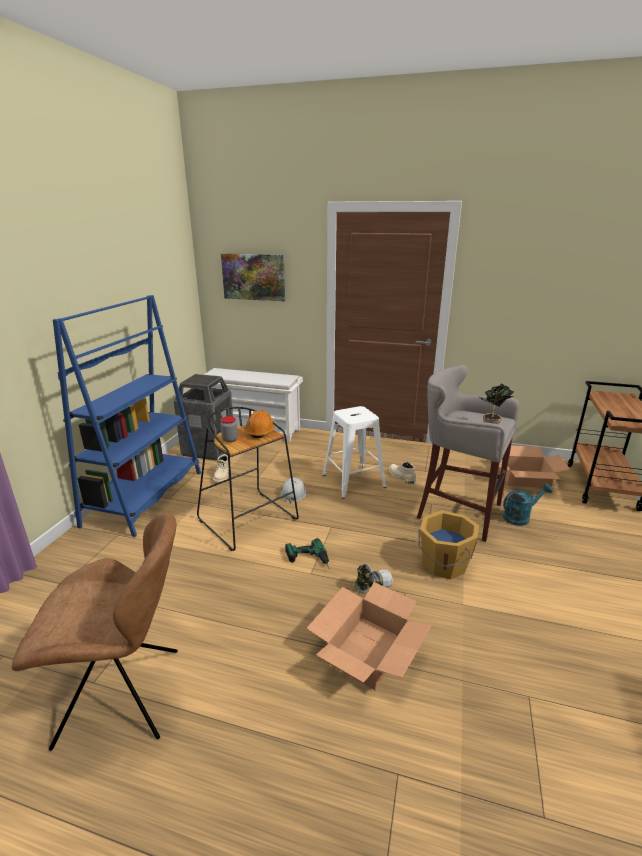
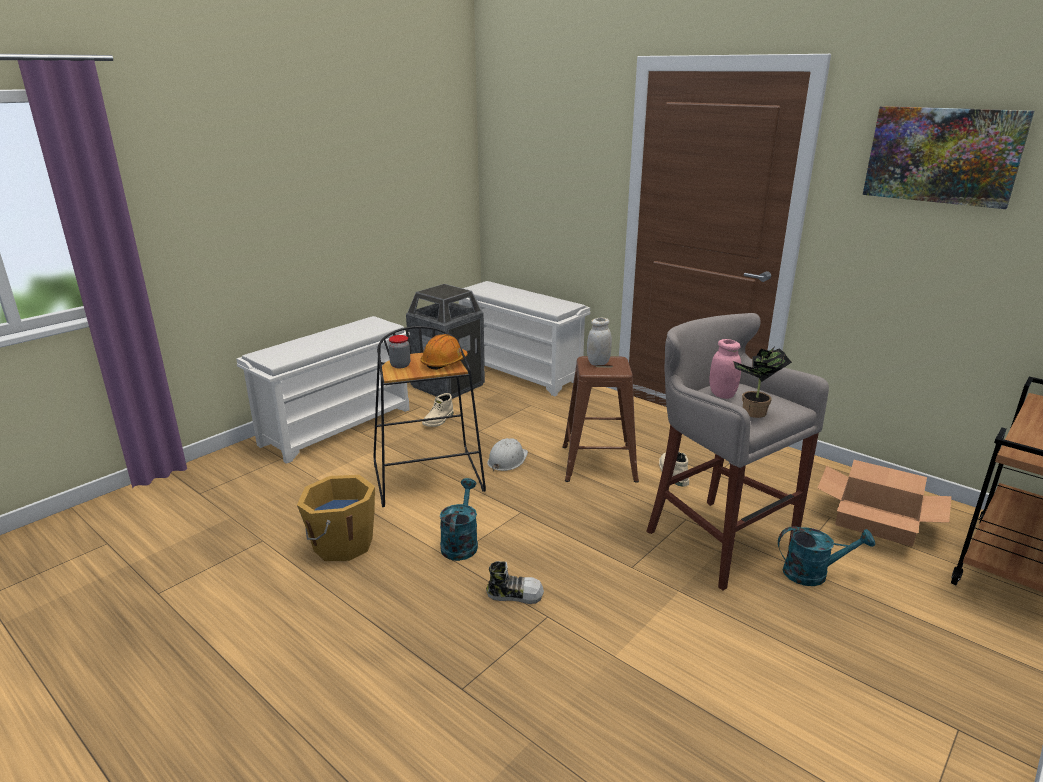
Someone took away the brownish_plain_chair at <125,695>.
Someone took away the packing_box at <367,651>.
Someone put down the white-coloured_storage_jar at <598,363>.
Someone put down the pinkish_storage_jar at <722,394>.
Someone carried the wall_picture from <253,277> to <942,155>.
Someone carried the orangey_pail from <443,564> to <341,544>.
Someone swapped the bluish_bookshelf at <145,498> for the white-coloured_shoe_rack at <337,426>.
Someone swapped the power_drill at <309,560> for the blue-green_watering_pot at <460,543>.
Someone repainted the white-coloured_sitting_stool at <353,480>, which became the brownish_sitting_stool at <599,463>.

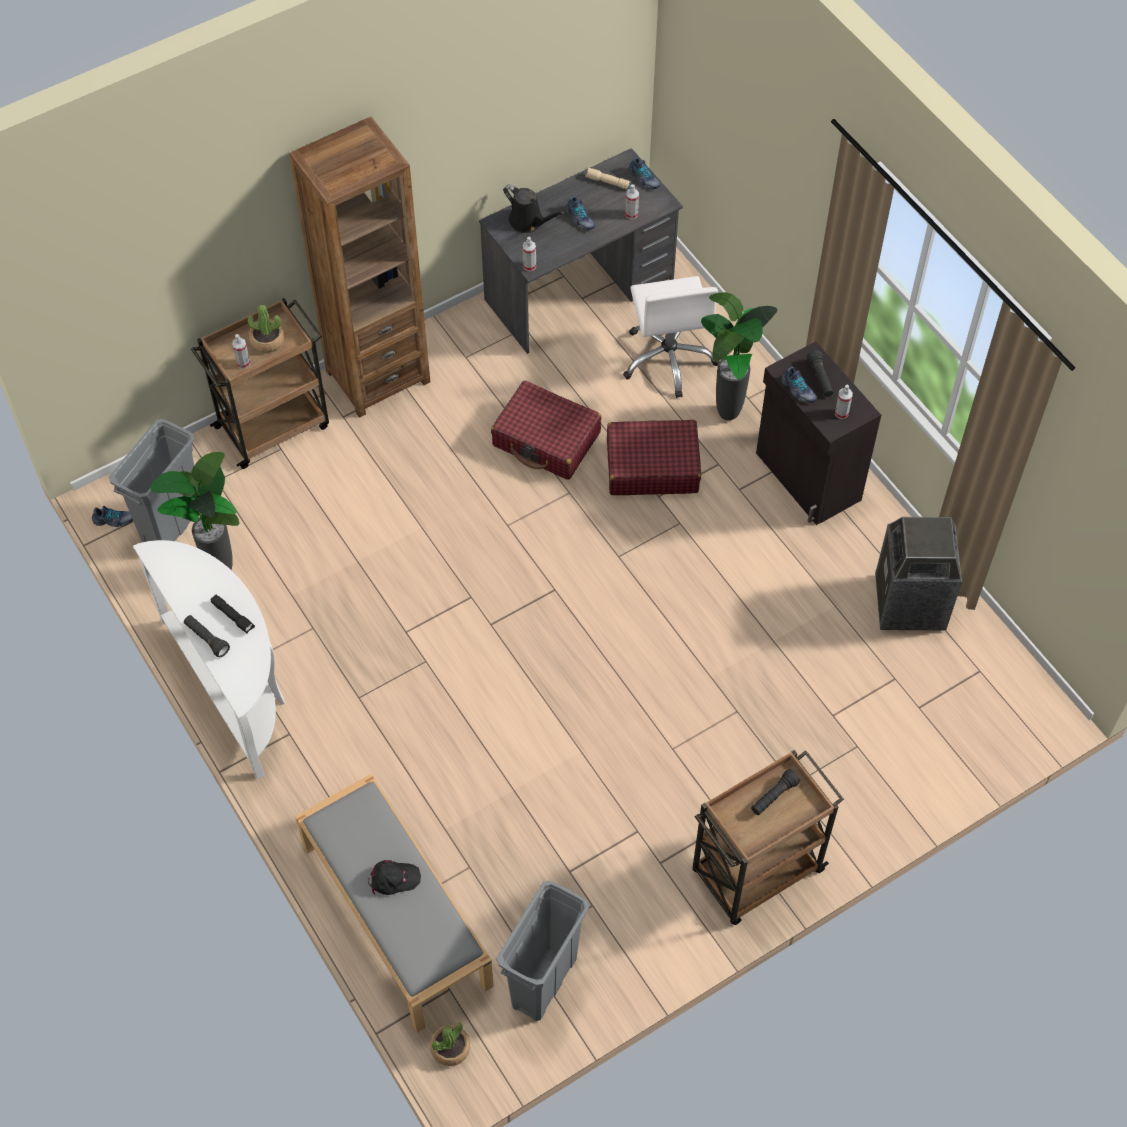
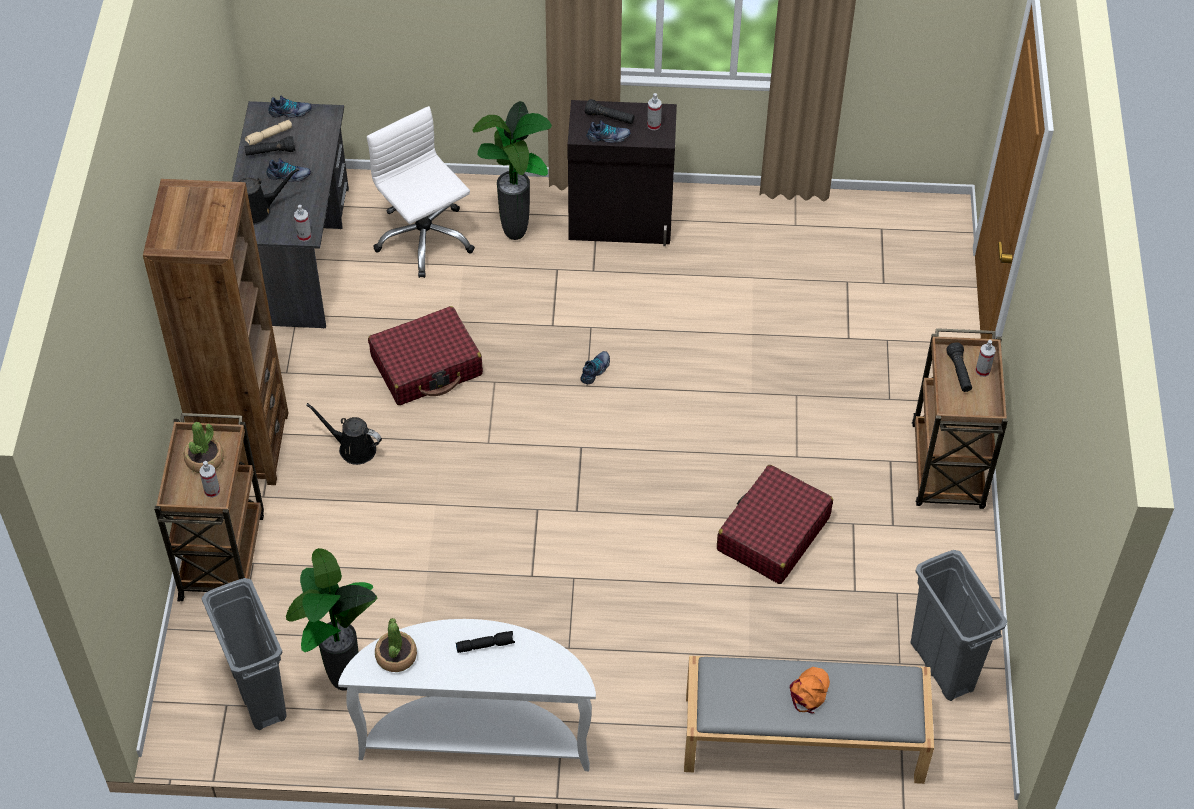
Someone took away the trash_can at <910,603>.
Someone put down the black-coloured_watering_pot at <353,448>.
Someone carried the item_of_footwear from <114,520> to <595,370>.
Someone carried the black-coloured_hand_torch from <206,639> to <270,152>.
Someone carried the plant_in_a_pot from <450,1048> to <396,656>.
Someone carried the red-coloured_suitcase from <652,466> to <772,534>.
Someone carried the spray_bottle from <631,214> to <982,371>.
Someone repainted the black-coloured_peaked_cap at <393,879>, which became the orangey_peaked_cap at <809,691>.
Someone rotated the white-coloured_computer_chair at <669,359> by 150 degrees counterclockwise.

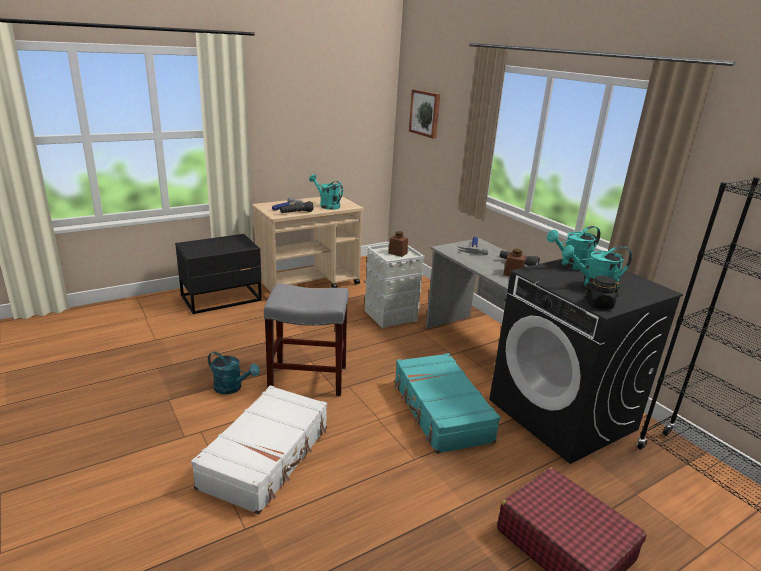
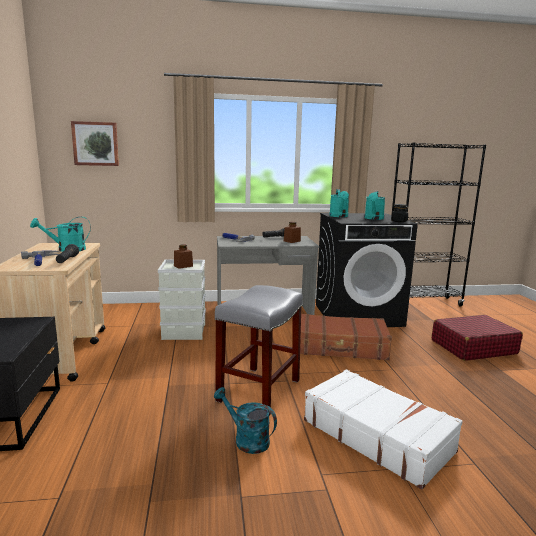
Someone repainted the blue-green_suitcase at <440,411>, which became the brownish_suitcase at <339,347>.
Someone rotated the blue-green_watering_pot at <232,388> by 105 degrees counterclockwise.

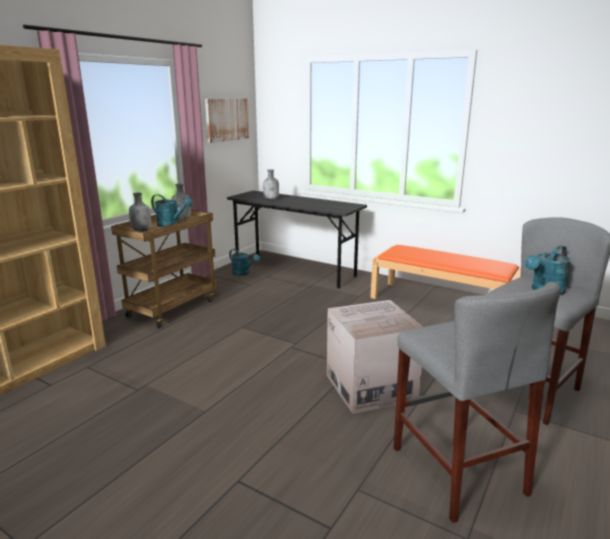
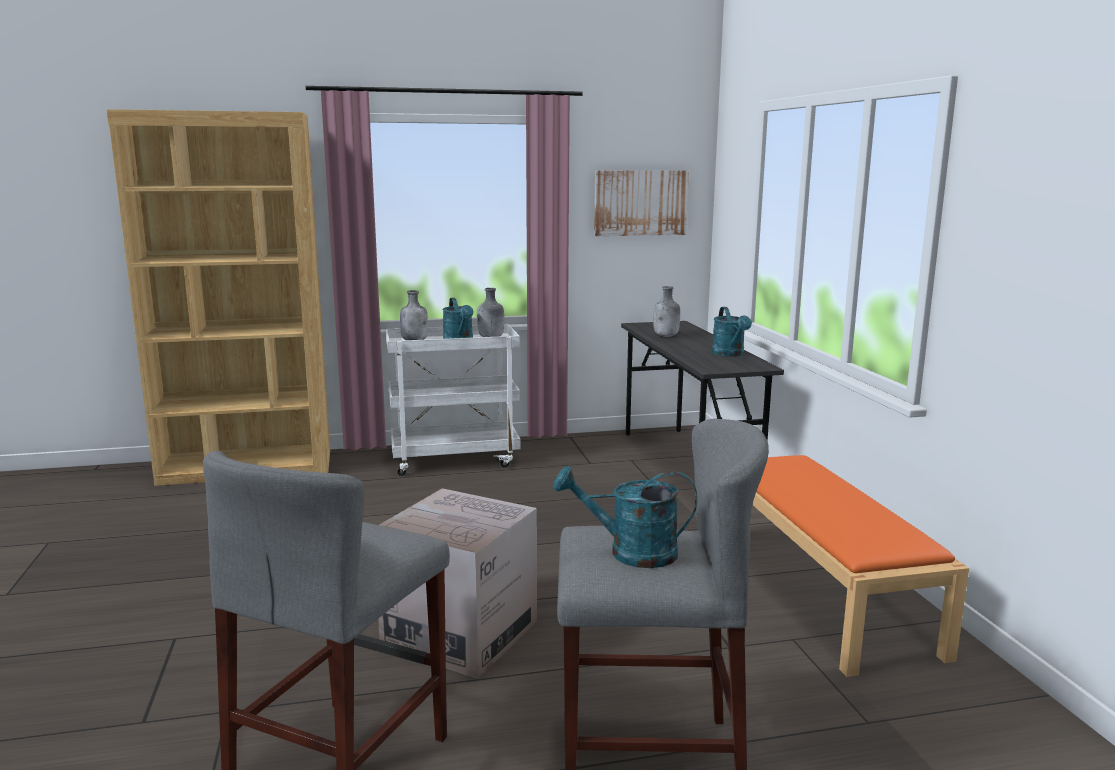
Someone carried the blue-green_watering_pot from <243,273> to <730,354>.
Someone repainted the brownish_wheeled_cart at <173,307>, which became the white-coloured_wheeled_cart at <455,459>.

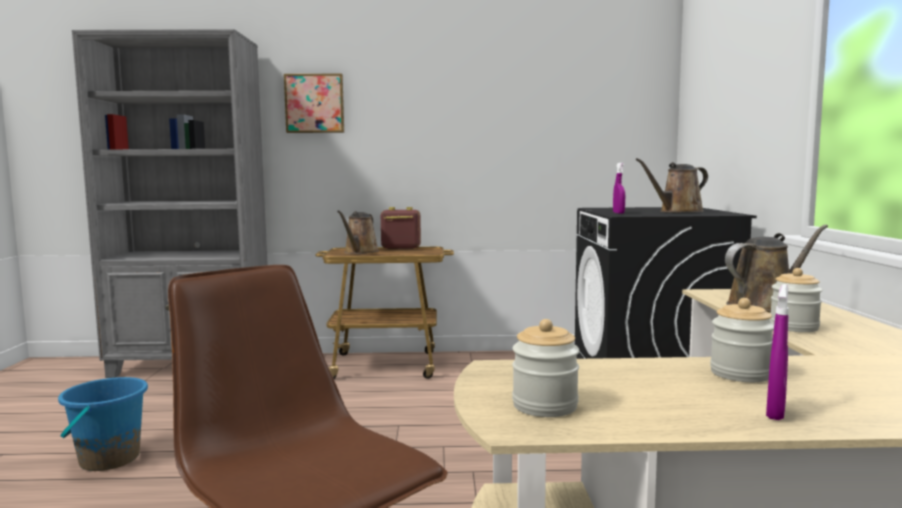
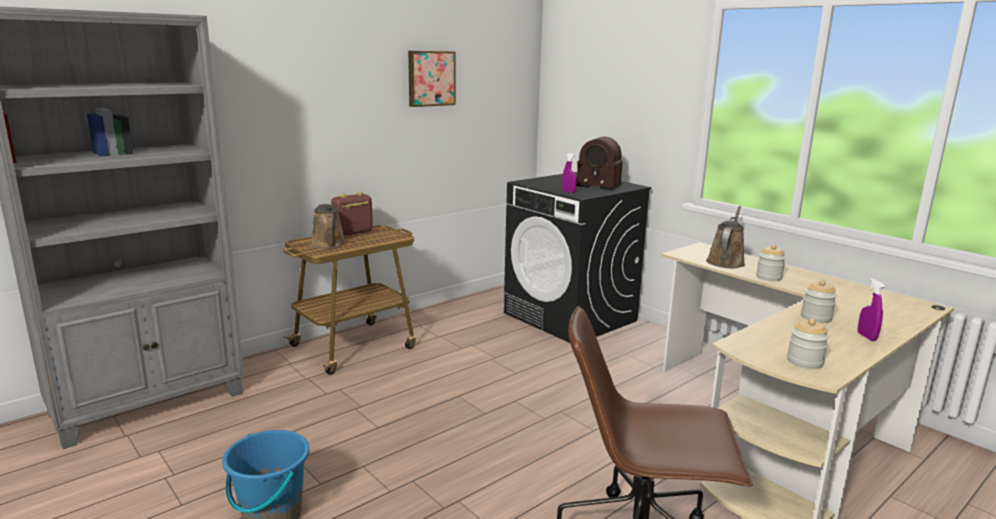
Someone carried the wall_picture from <315,103> to <430,78>.
Someone swapped the brownish_watering_pot at <677,211> for the radio_set at <594,184>.

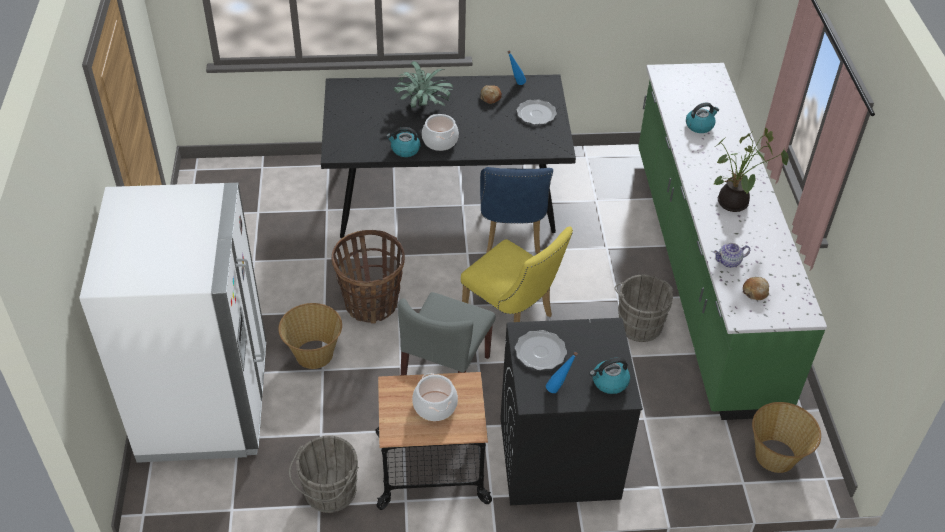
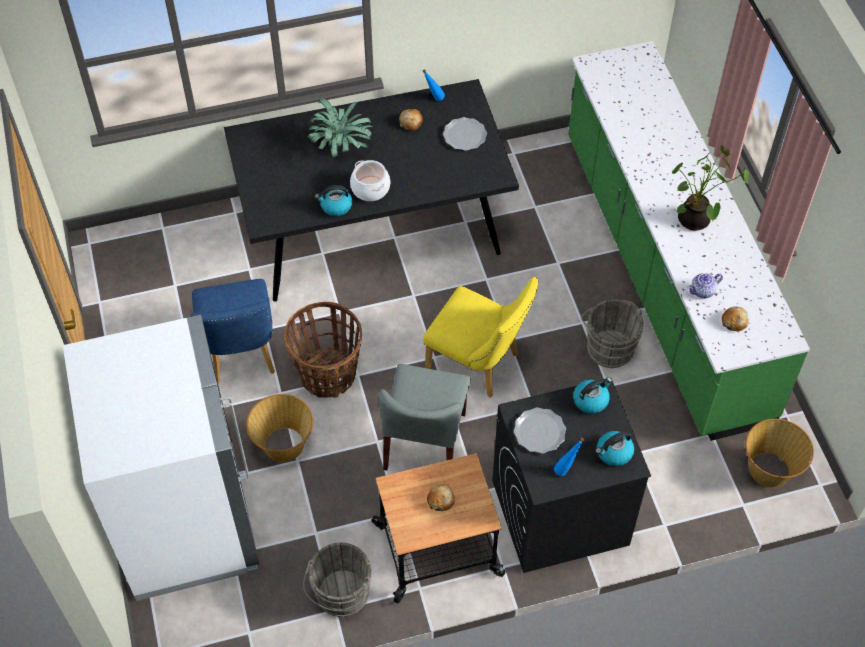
Someone carried the bluish_plain_chair from <511,237> to <240,355>.
Someone carried the tea_kettle from <699,125> to <591,400>.
Someone swapped the cooking_pot at <435,406> for the bread at <441,500>.

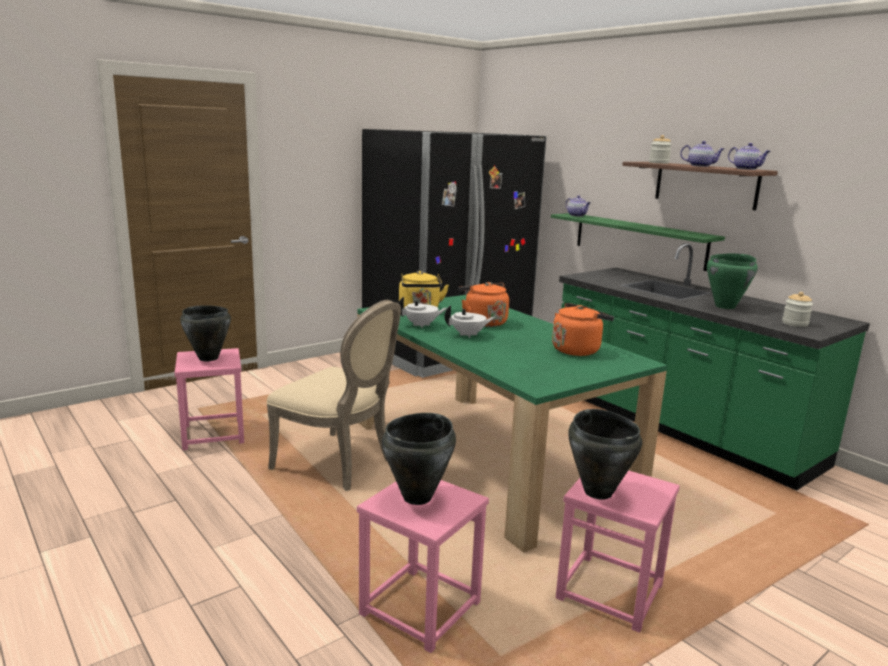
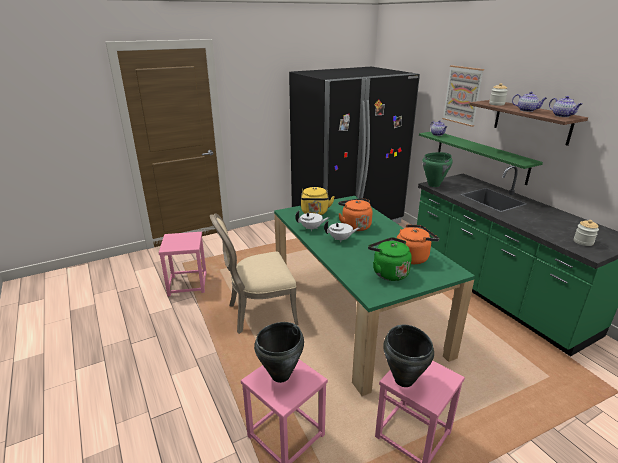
Someone took away the black-coloured_cooking_pot at <208,358>.
Someone put down the green-coloured_tea_kettle at <388,273>.
Someone put up the wall_picture at <462,95>.
Someone carried the green-coloured_cooking_pot from <725,306> to <434,185>.
Someone rotated the beige-coloured_plain_chair at <339,464> by 120 degrees clockwise.

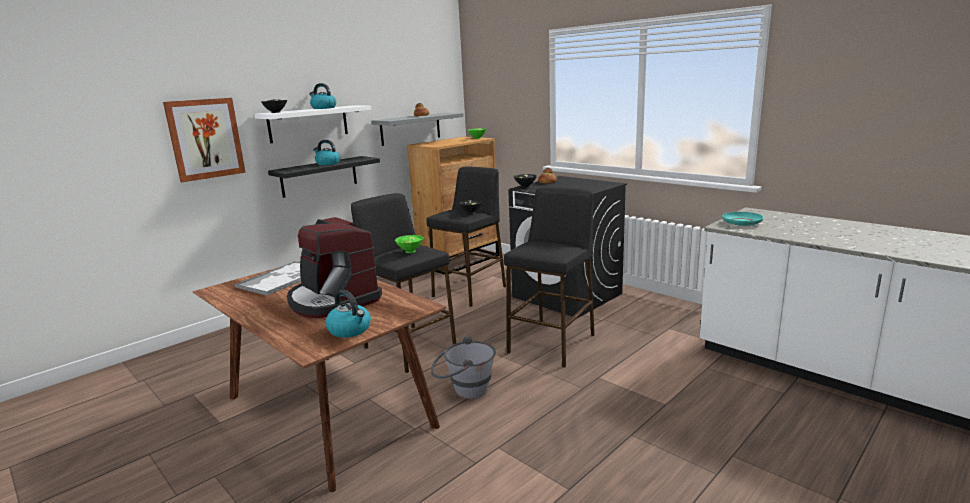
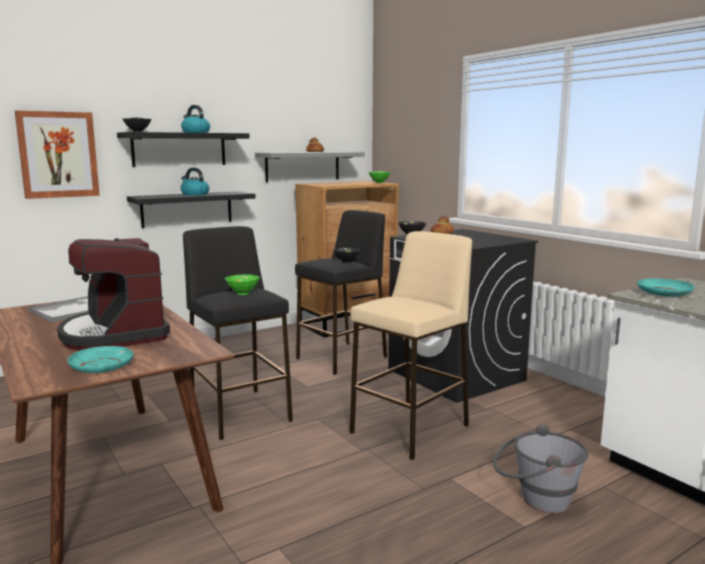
Someone carried the gray_pail from <464,390> to <535,499>.
Someone swapped the tea_kettle at <350,330> for the blue-green_dinner_plate at <102,367>.
Someone repainted the white-coloured_shelf at <308,124>, which became the black-coloured_shelf at <179,149>.
Someone repainted the black-coloured_sitting_stool at <552,343>, which became the beige-coloured_sitting_stool at <410,429>.

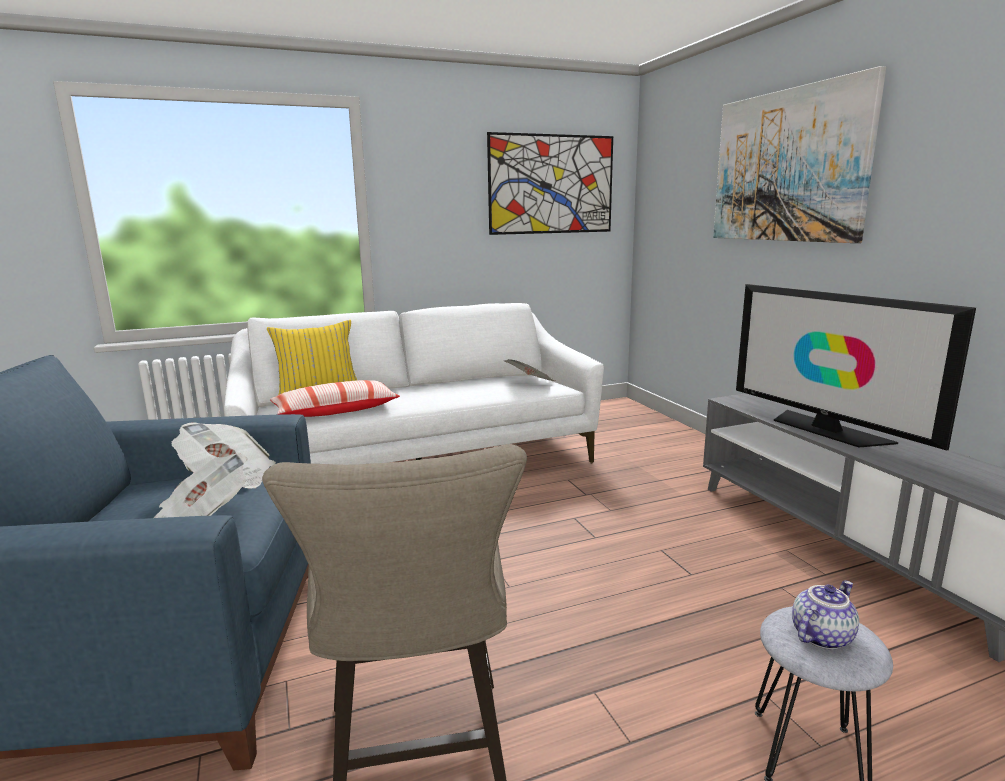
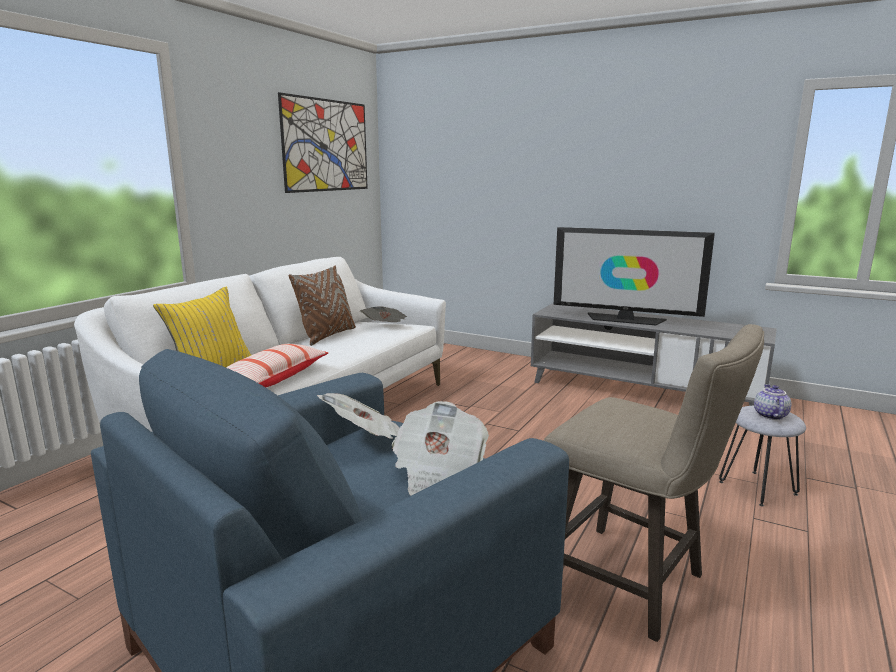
Someone took away the wall_picture at <787,166>.
Someone put down the brownish_cushion at <327,336>.

